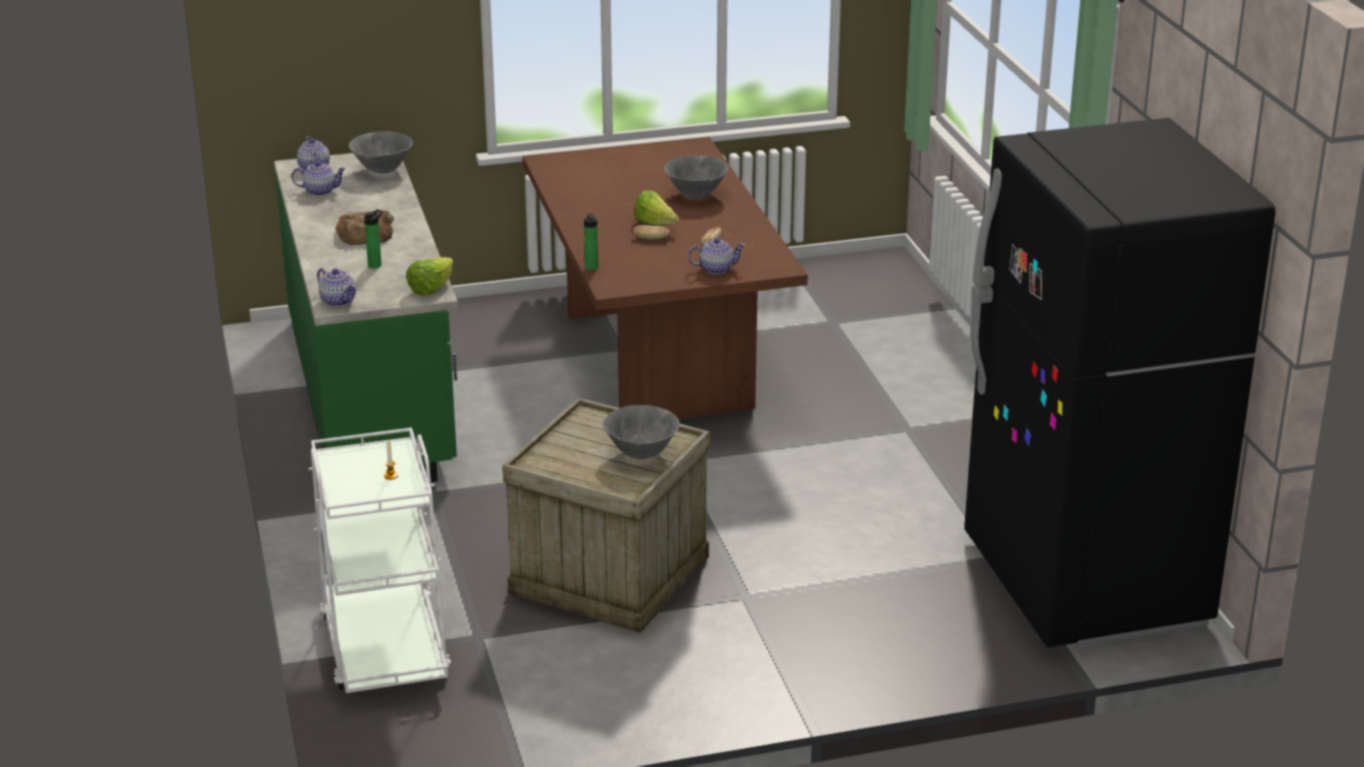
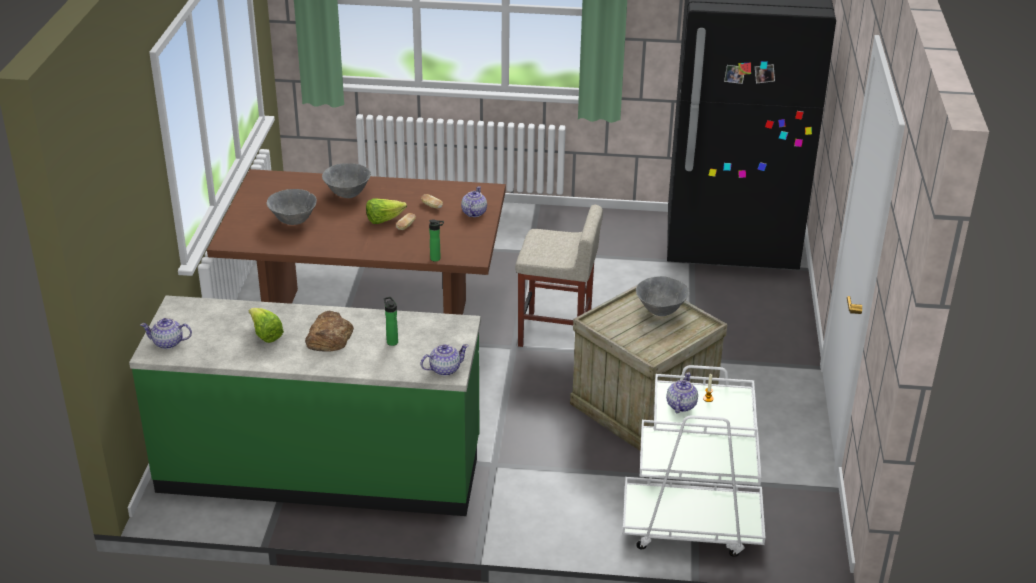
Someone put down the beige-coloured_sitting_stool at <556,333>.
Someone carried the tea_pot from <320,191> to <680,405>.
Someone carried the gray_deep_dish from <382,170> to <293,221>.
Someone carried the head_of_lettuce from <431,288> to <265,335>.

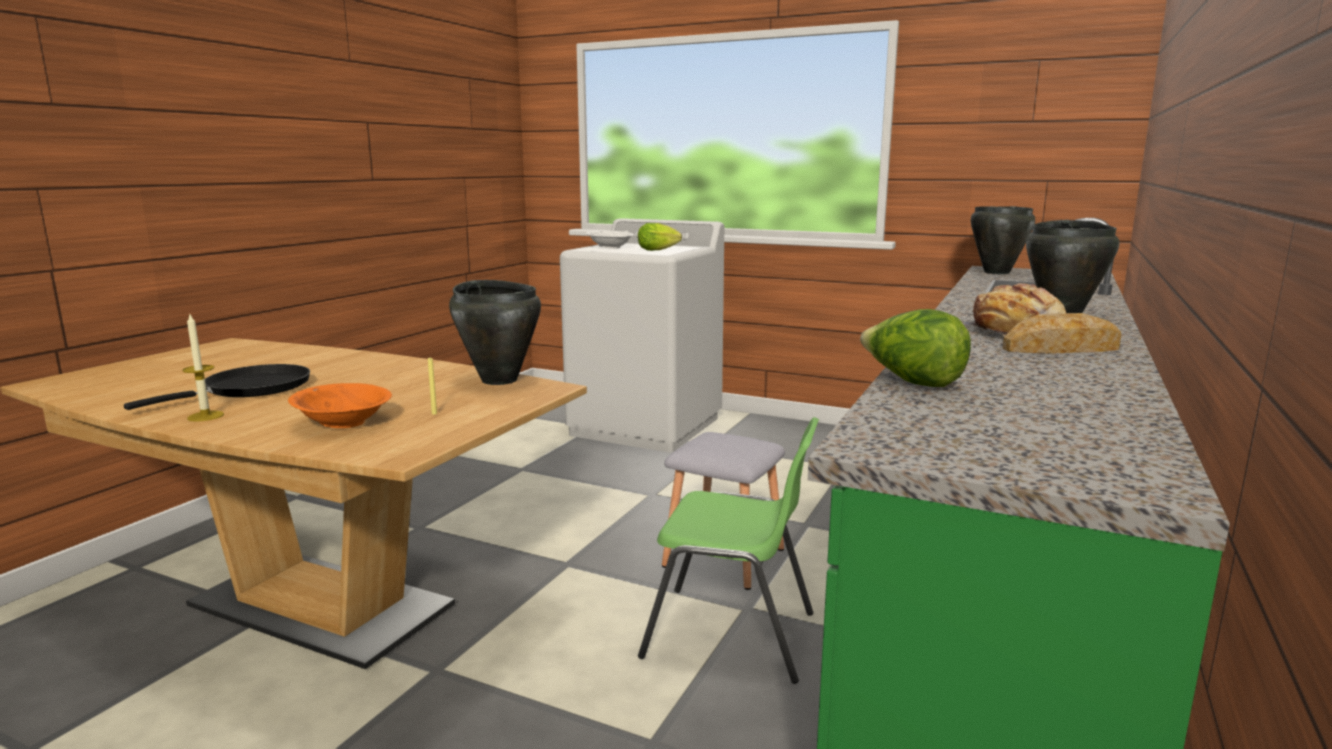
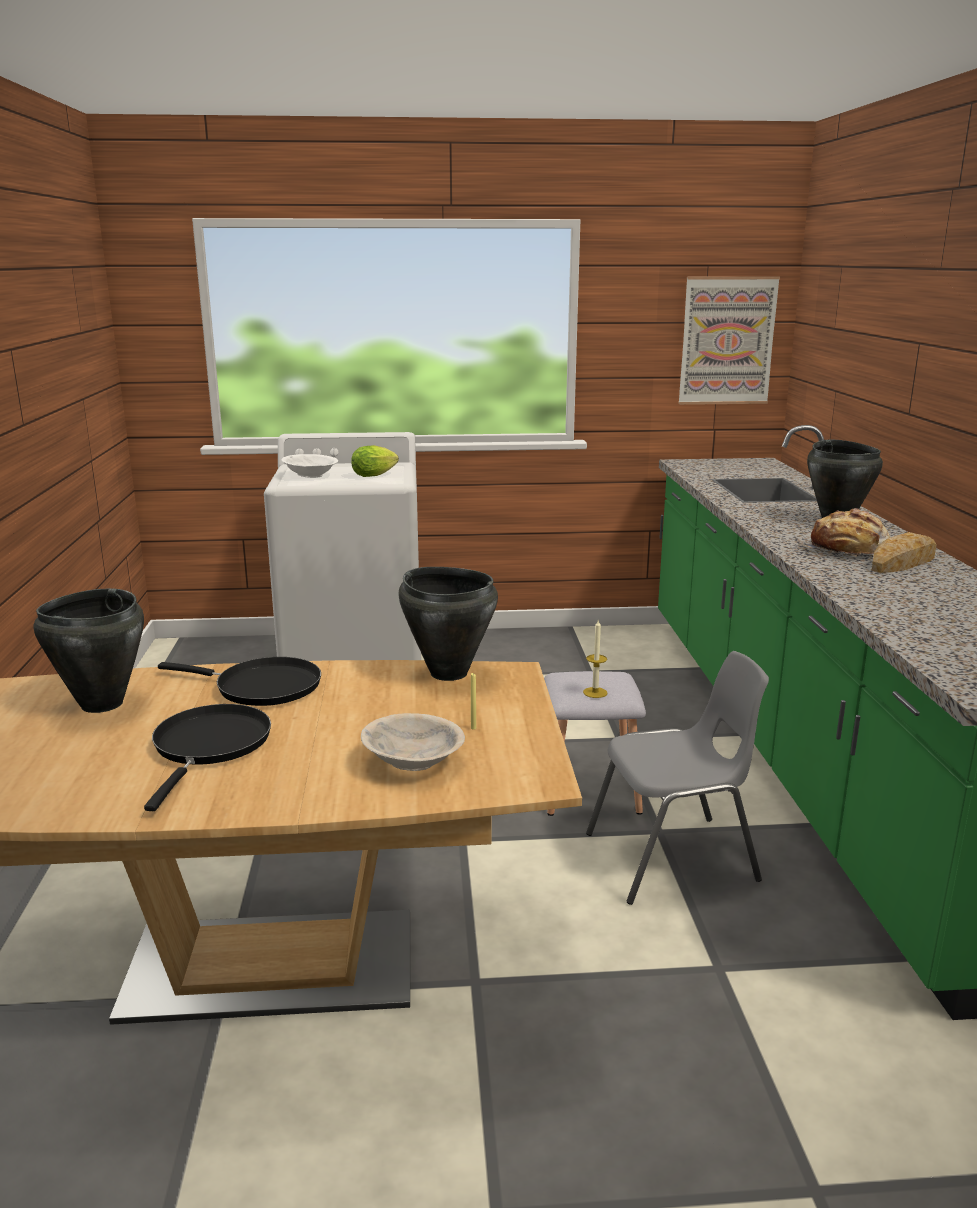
Someone took away the head_of_lettuce at <912,383>.
Someone put down the black-coloured_skillet at <261,687>.
Someone put up the wall_picture at <727,341>.
Someone carried the wax_candle from <205,416> to <595,692>.
Someone carried the black-coloured_cooking_pot from <996,272> to <101,704>.
Someone repainted the orangey_deep_dish at <343,423>, which became the beige-coloured_deep_dish at <412,762>.
Someone repainted the green-coloured_plain_chair at <732,635>, which became the gray_plain_chair at <674,858>.

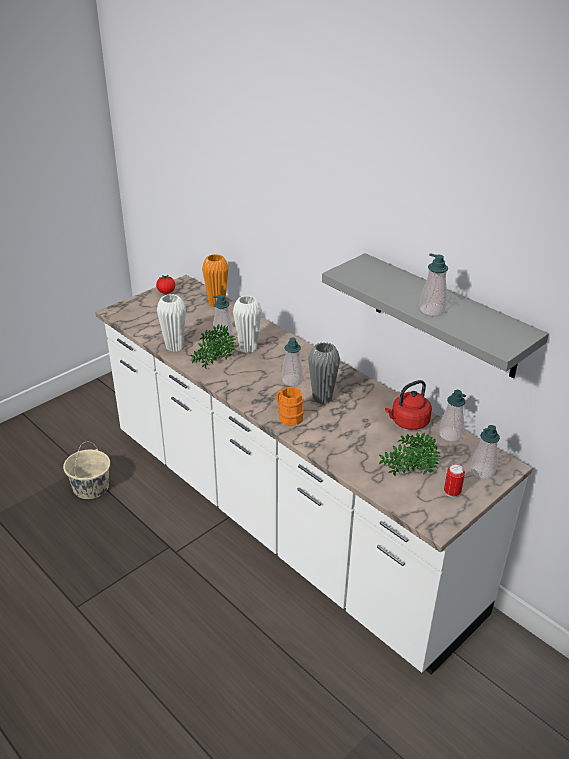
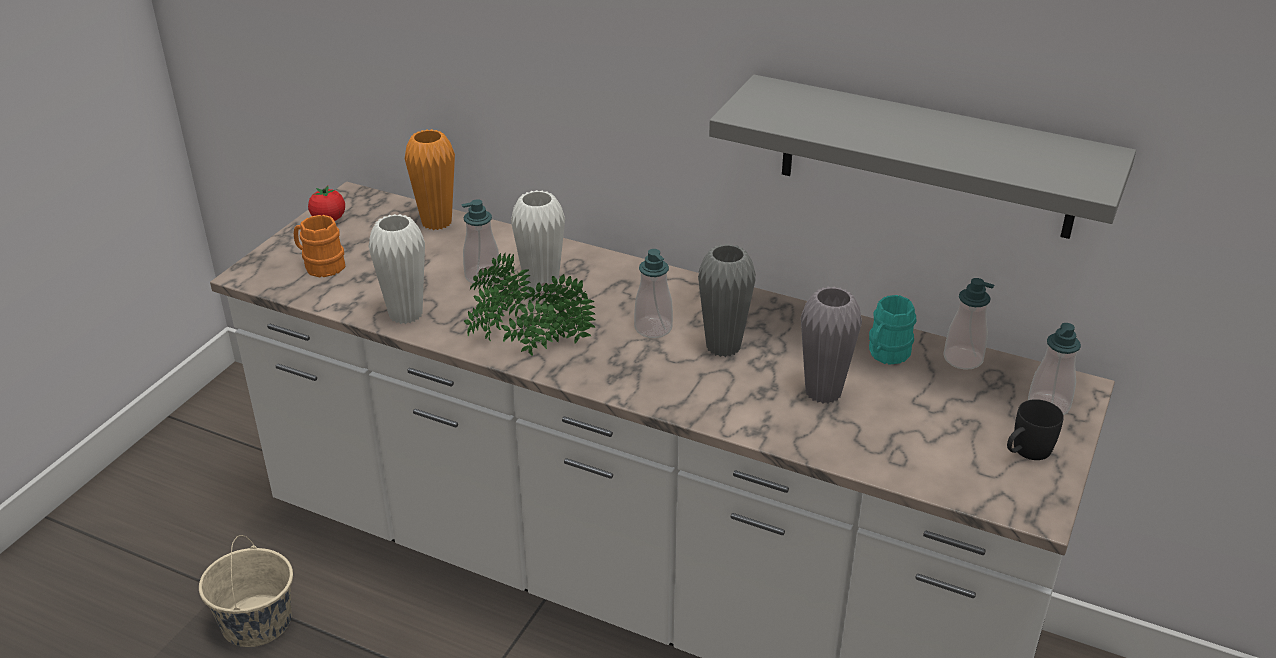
Someone took away the soap_dispenser at <432,310>.
Someone put down the gray_decorative_vase at <823,392>.
Someone carried the orangey_coffee_mug from <288,416> to <320,265>.
Someone carried the plant_in_a_pot from <407,473> to <549,347>.
Someone swapped the red-coloured_tea_kettle at <408,422> for the blue-green_coffee_mug at <886,354>.
Someone swapped the can at <452,492> for the black-coloured_coffee_mug at <1026,452>.

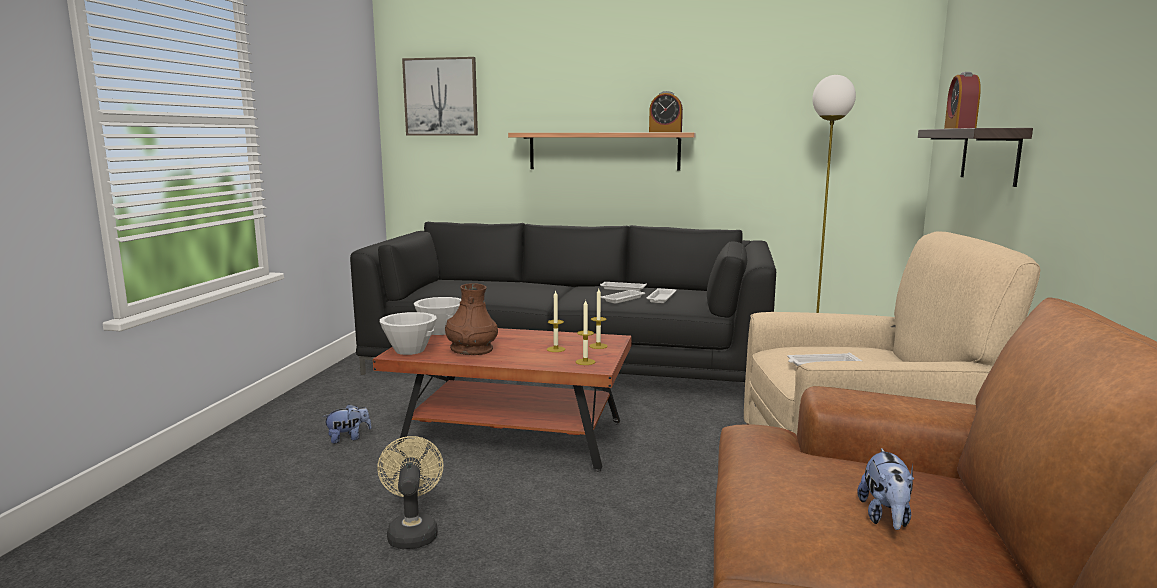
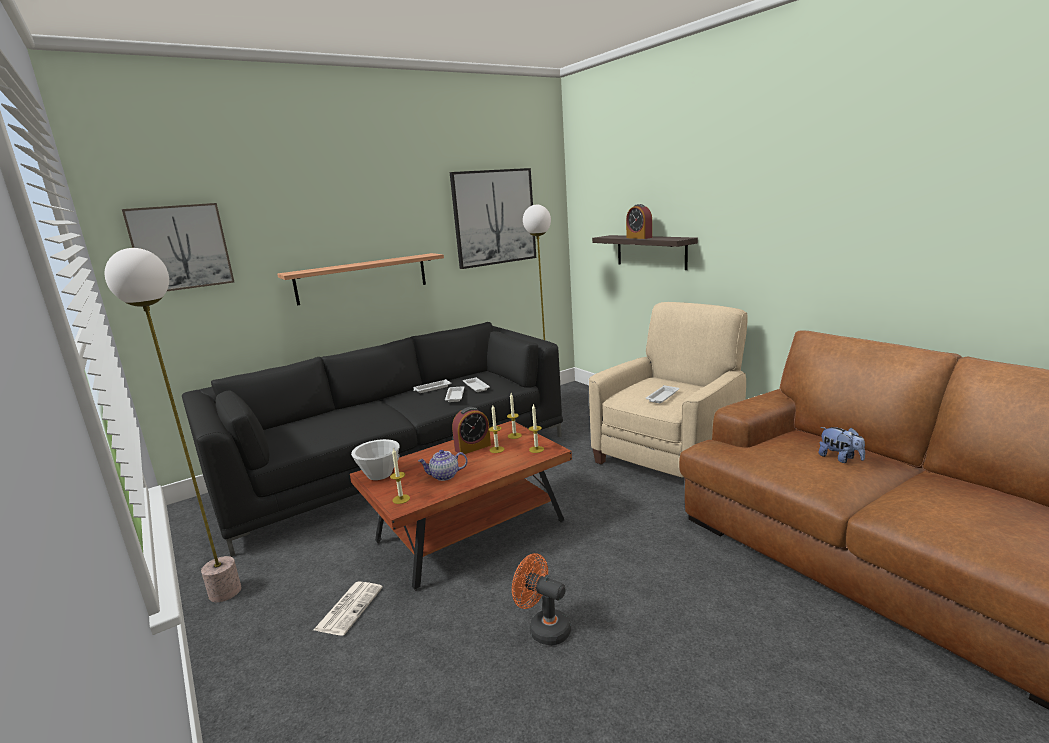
Someone put down the standard_lamp at <224,592>.
Someone put up the wall_picture at <494,217>.
Someone carried the alarm_clock from <665,132> to <473,447>.
Someone swapped the soft_toy at <348,438> for the newspaper at <349,607>.
Someone swapped the white-coloured_deep_dish at <410,350> for the wax_candle at <401,499>.
Someone swapped the brownish_decorative_vase at <471,349> for the tea_pot at <444,476>.
Someone repainted the beige-coloured_cooling_fan at <412,531>, which became the orangey_cooling_fan at <543,628>.

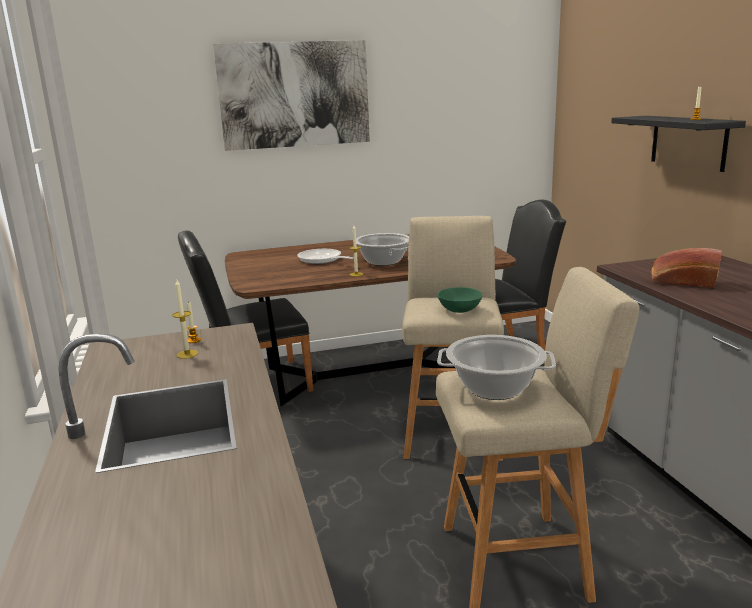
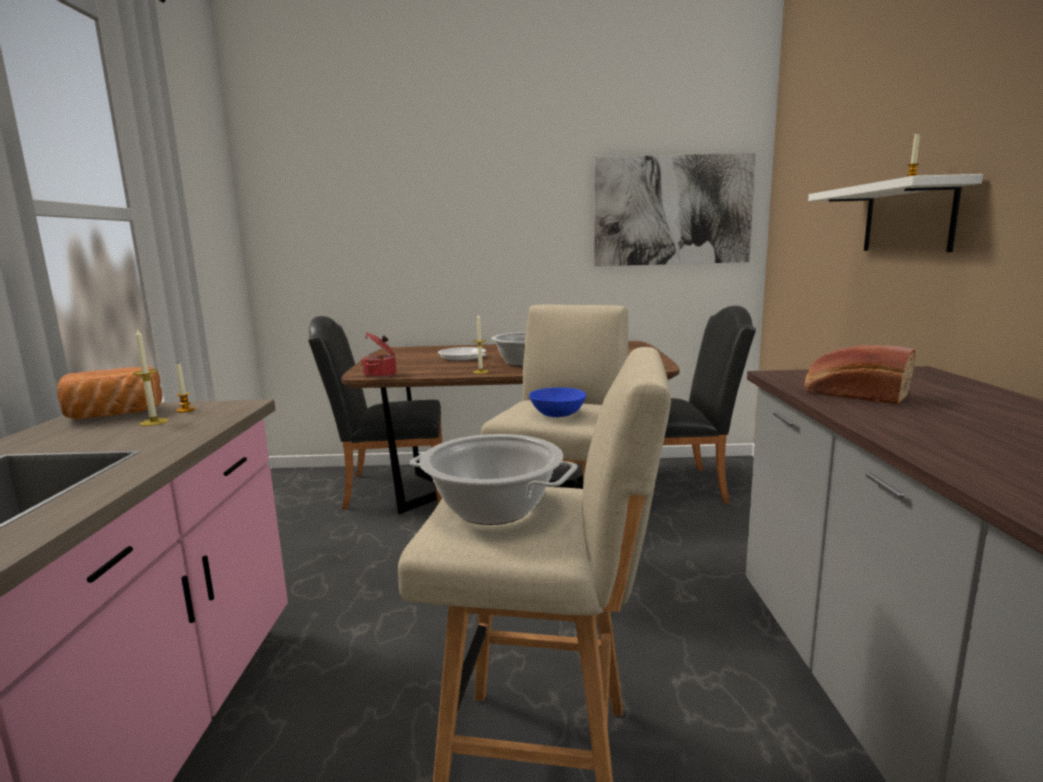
Someone put down the bread at <113,416>.
Someone put down the cooking_pot at <381,375>.
Someone carried the wall_picture from <295,95> to <672,210>.
Someone repainted the green-coloured_deep_dish at <459,309>, which became the bluish_deep_dish at <557,414>.
Someone repainted the black-coloured_shelf at <688,142>, which became the white-coloured_shelf at <908,218>.

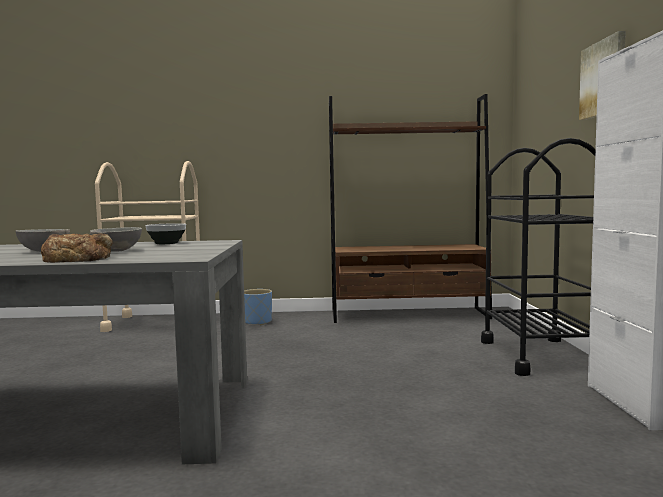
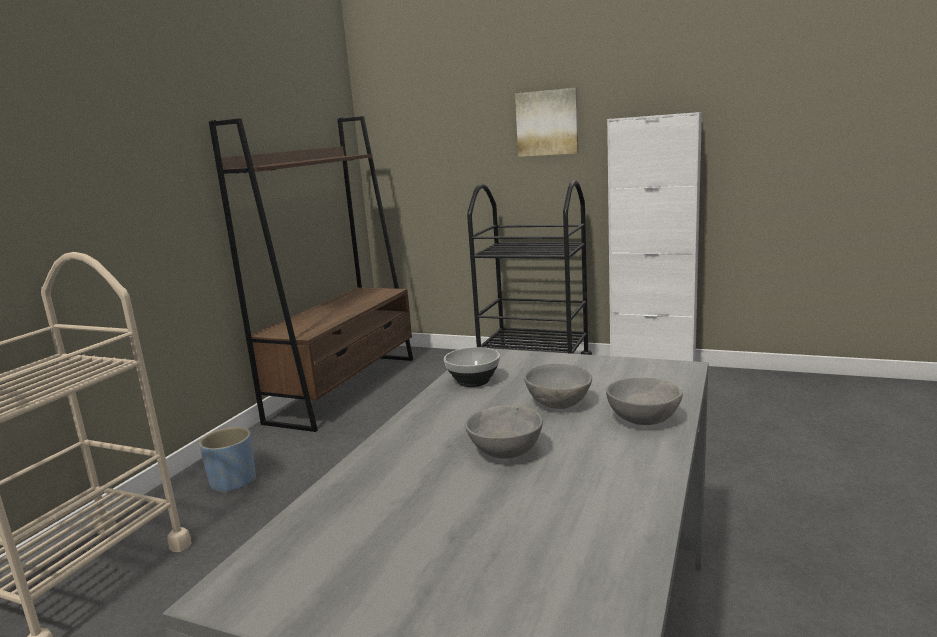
Someone swapped the bread at <78,258> for the gray_deep_dish at <642,420>.

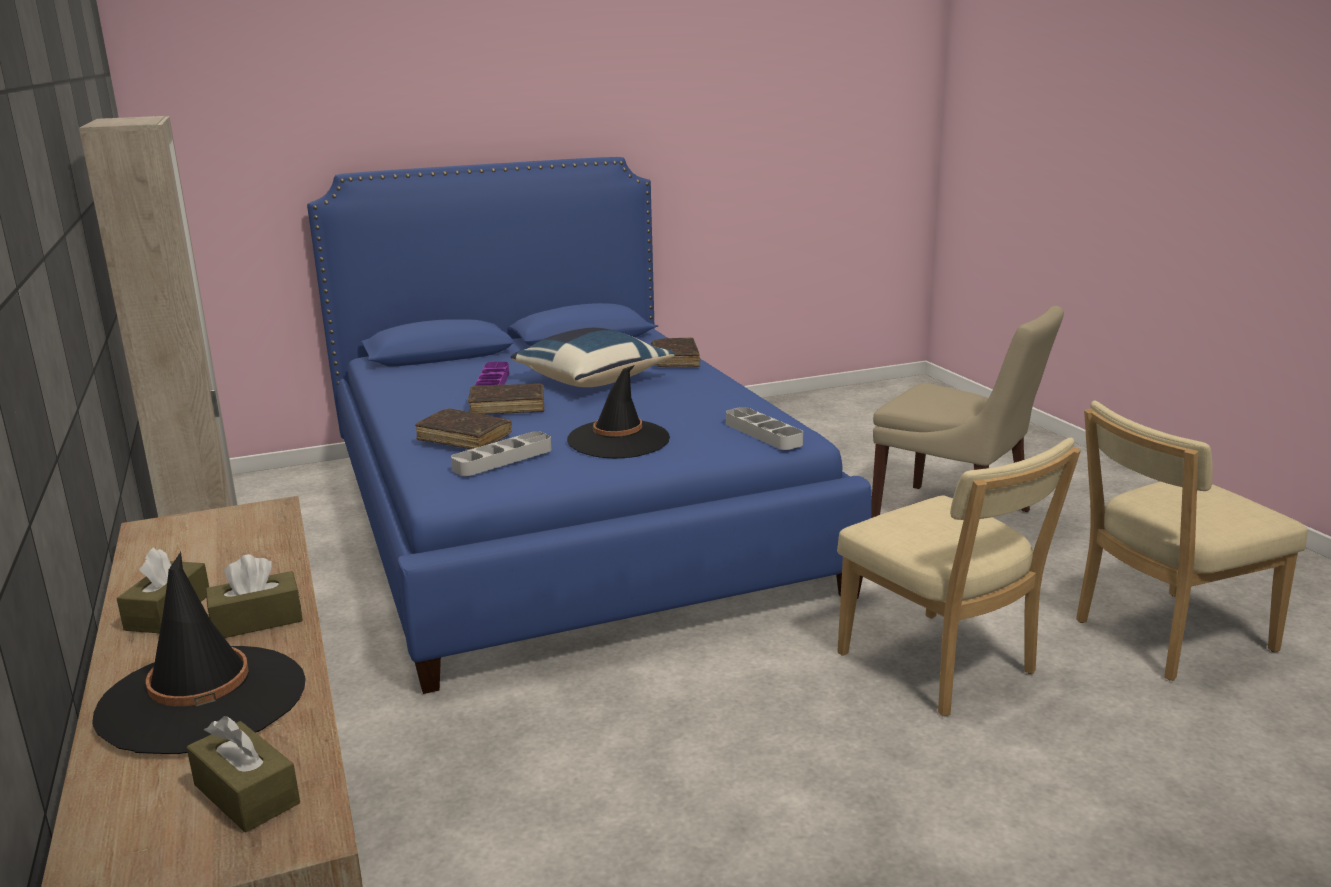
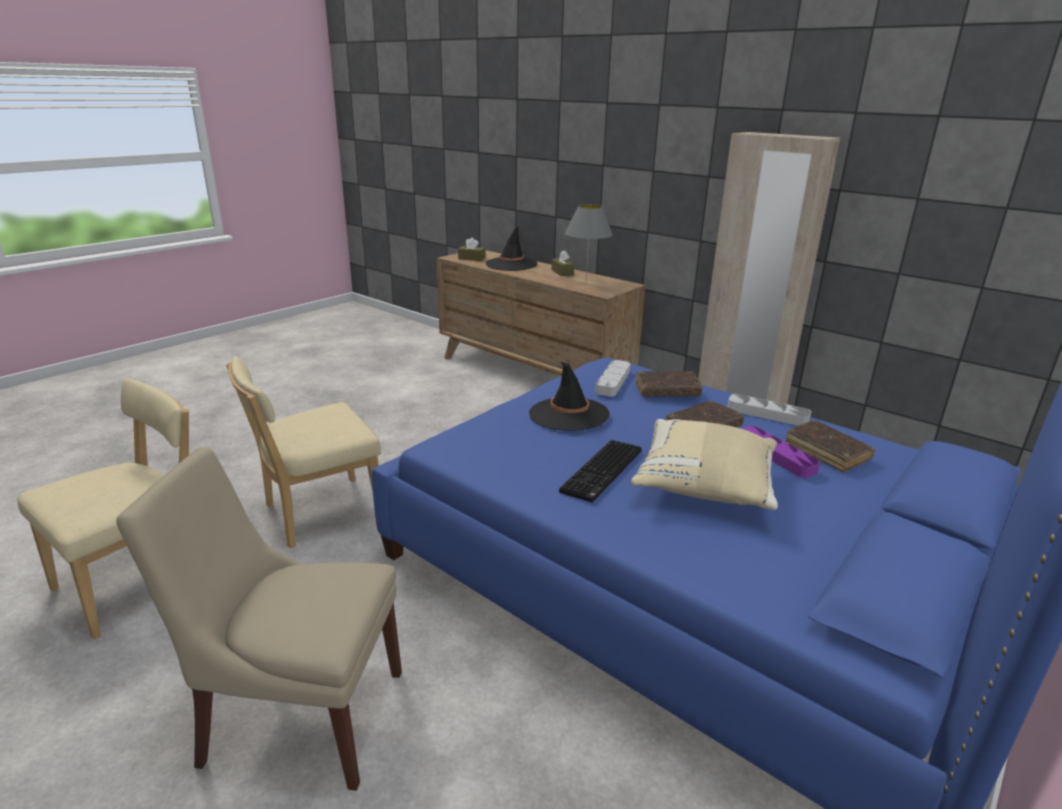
Someone took away the brownish_box_of_tissues at <257,620>.
Someone put down the PC_keyboard at <603,472>.
Someone put down the gray_lamp_for_a_table at <586,283>.
Someone carried the brownish_bound_book from <675,360> to <827,452>.
Someone carried the gray_tray from <763,434> to <767,414>.
Someone repainted the bluish_cushion at <592,381>, which became the beige-coloured_cushion at <705,486>.
Someone rotated the beige-coloured_plain_chair at <942,668> by 60 degrees counterclockwise.

